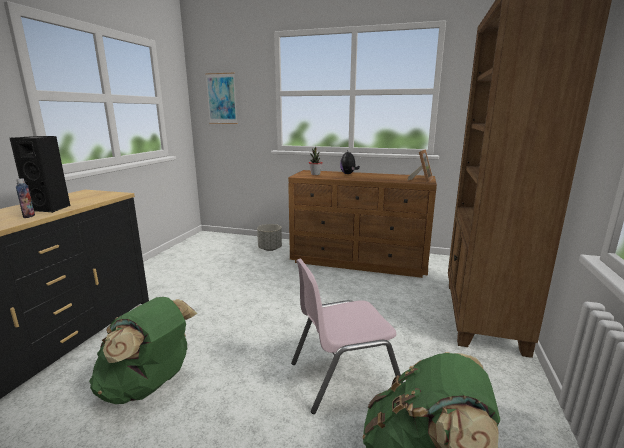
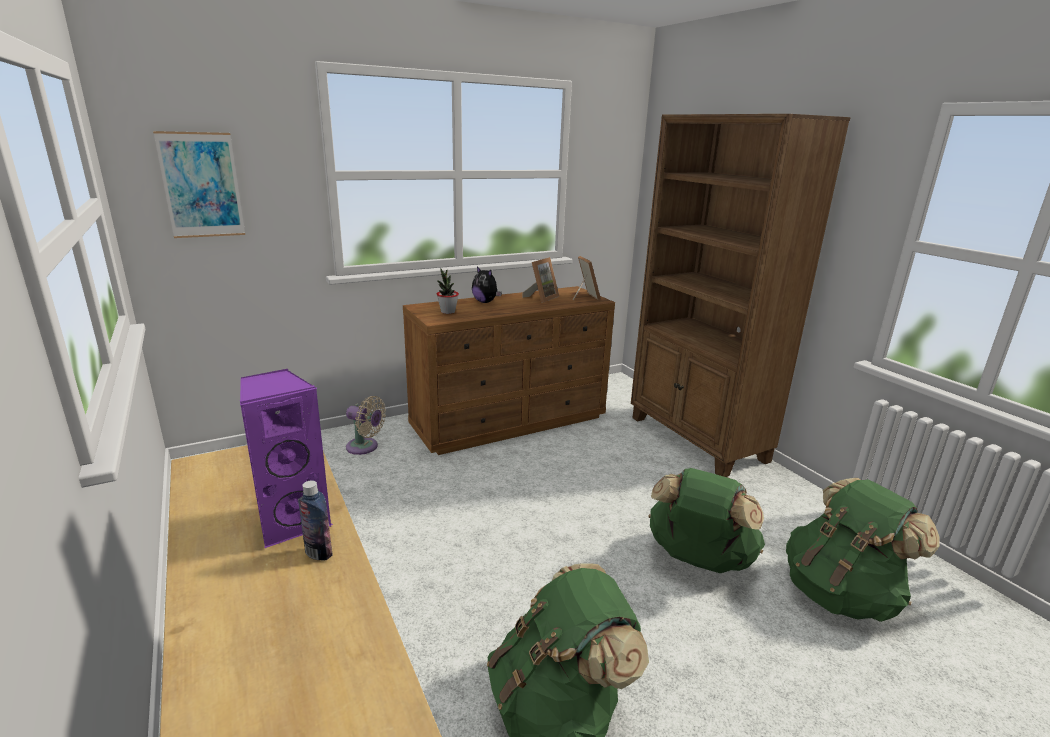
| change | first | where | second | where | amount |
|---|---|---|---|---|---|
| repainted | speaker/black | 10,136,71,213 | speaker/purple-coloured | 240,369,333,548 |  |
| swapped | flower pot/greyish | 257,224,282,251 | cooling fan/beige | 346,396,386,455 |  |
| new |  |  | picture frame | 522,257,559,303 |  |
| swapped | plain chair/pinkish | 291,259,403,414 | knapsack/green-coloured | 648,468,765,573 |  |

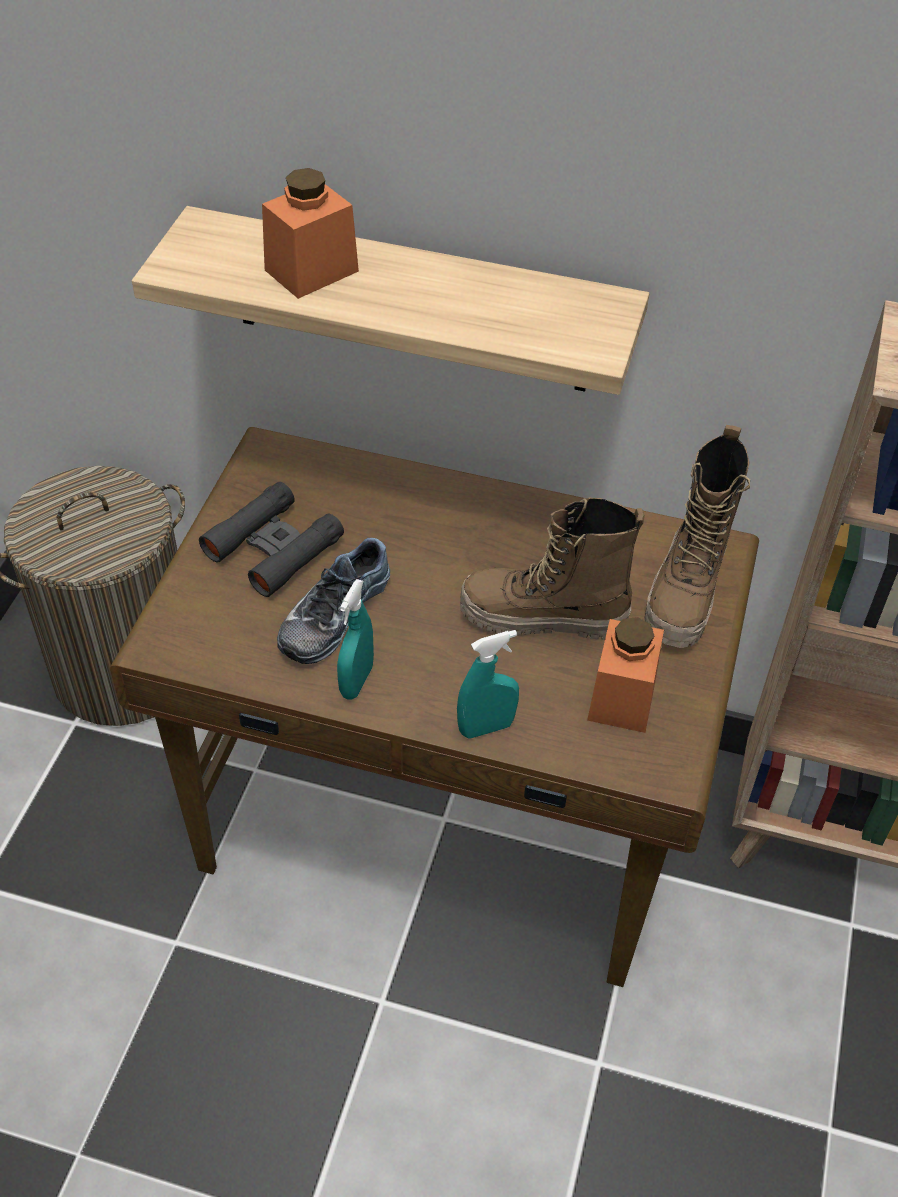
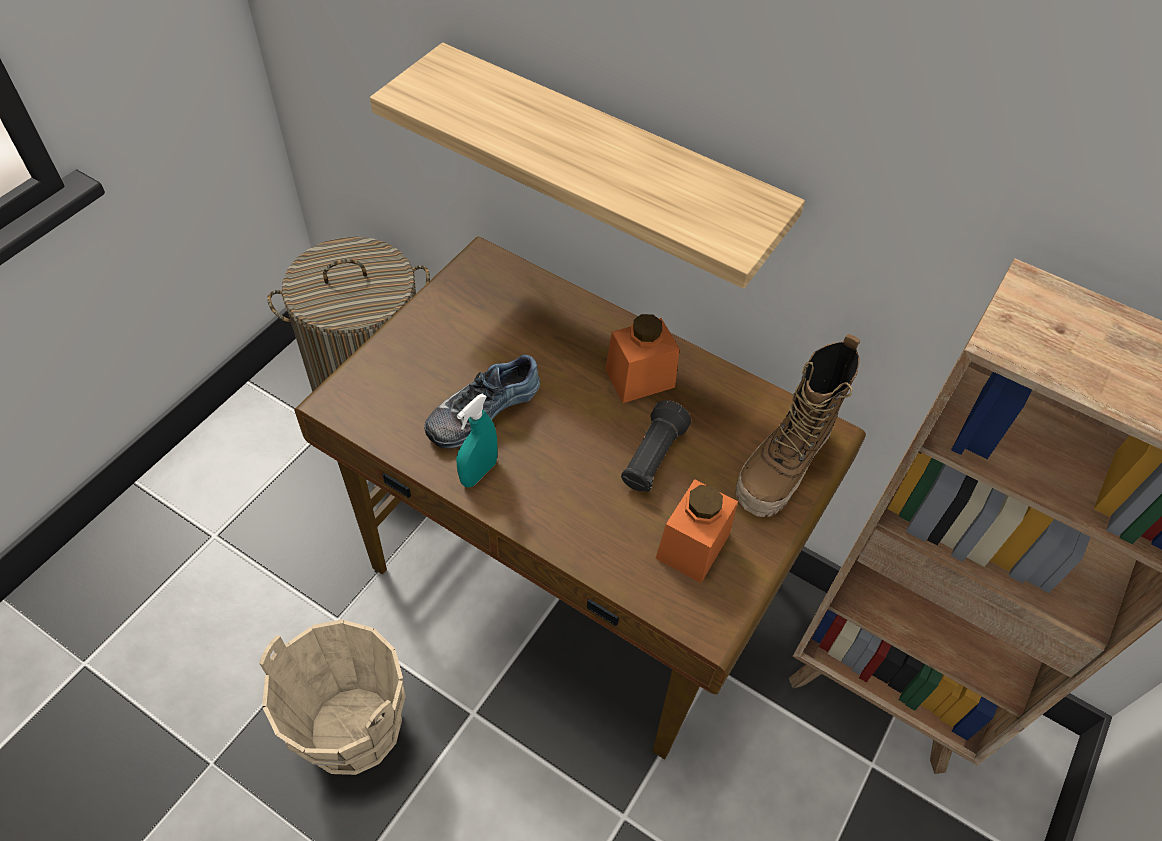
| change | first | where | second | where | amount |
|---|---|---|---|---|---|
| new |  |  | pail/beige | 259,619,406,775 |  |
| shifted | preserve jar/orange | 262,168,359,299 |  | 605,314,680,403 |  |
| swapped | high-top boot | 460,498,645,640 | hand torch/black | 621,400,691,492 |  |
| gone | binoculars/black | 199,482,344,597 |  |  |  |
| gone | sprayer/blue-green | 457,630,519,738 |  |  |  |

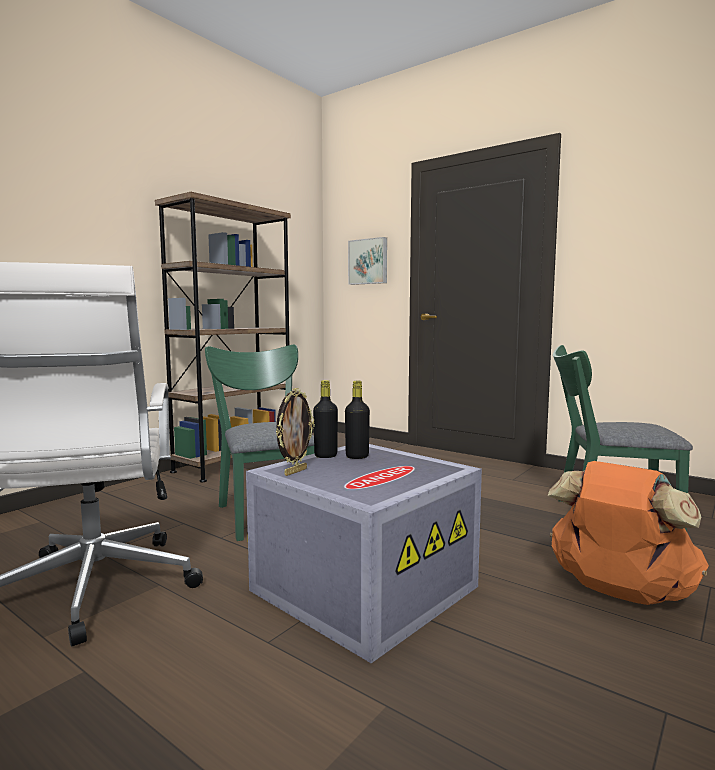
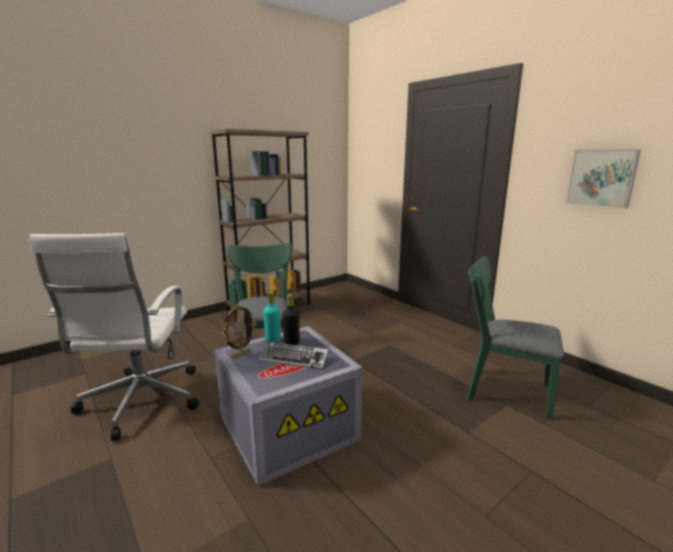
| change | first | where | second | where | amount |
|---|---|---|---|---|---|
| new |  |  | computer keyboard | 259,342,328,369 |  |
| repainted | beverage bottle/black | 313,380,338,458 | beverage bottle/blue-green | 263,292,281,342 |  |
| shifted | picture | 348,237,387,285 |  | 566,150,641,209 |  |
| gone | knapsack/orange | 548,461,709,605 |  |  |  |

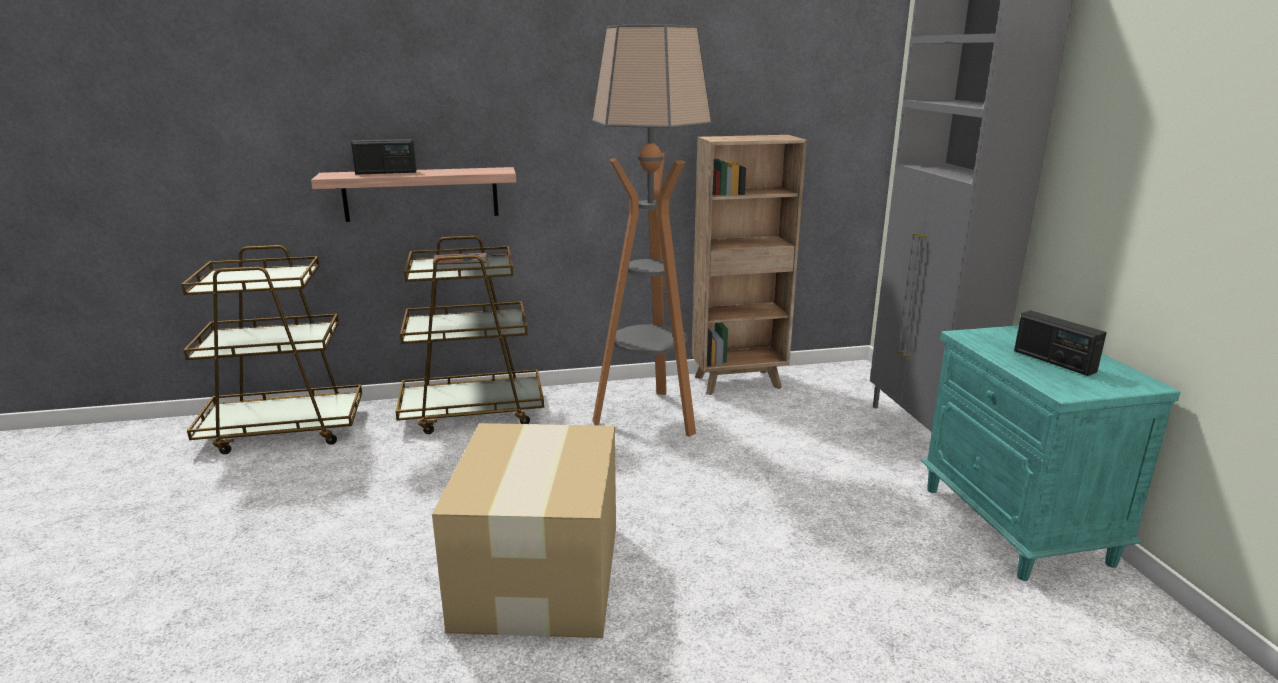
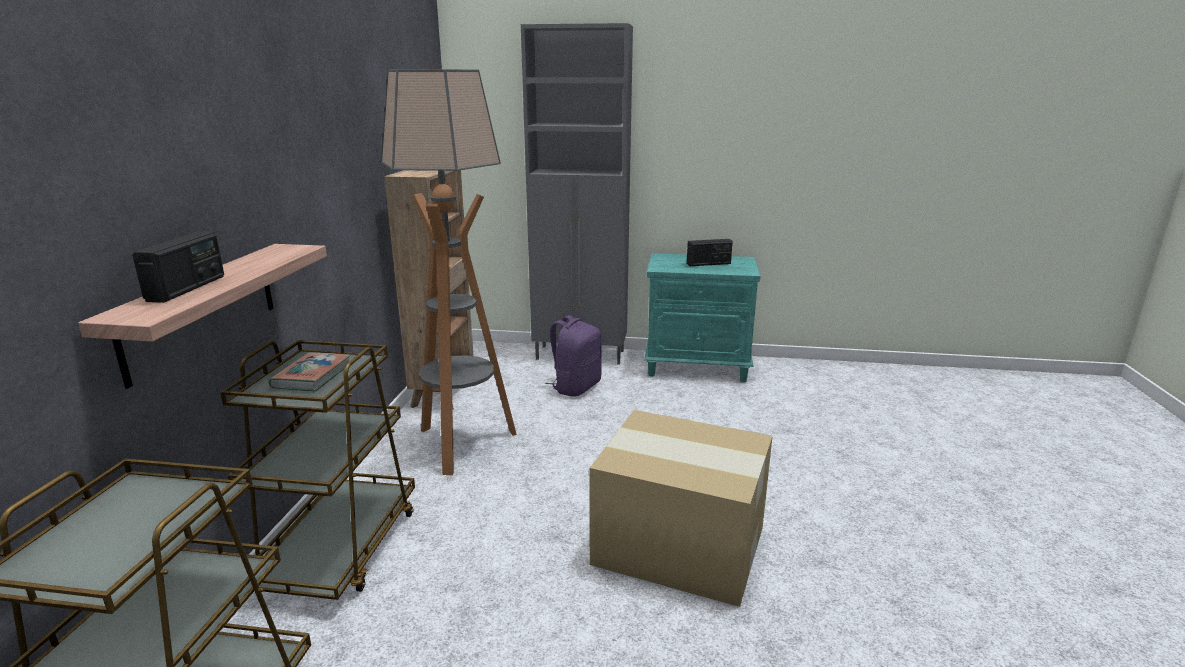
| change | first | where | second | where | amount |
|---|---|---|---|---|---|
| new |  |  | knapsack/purple-coloured | 545,315,602,397 |  |

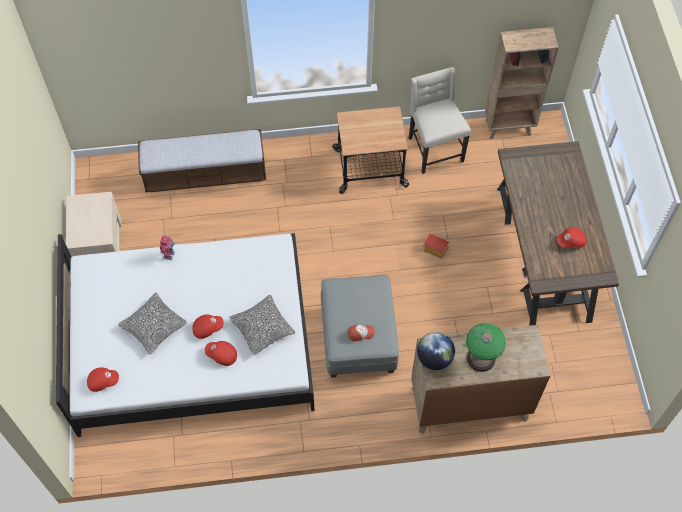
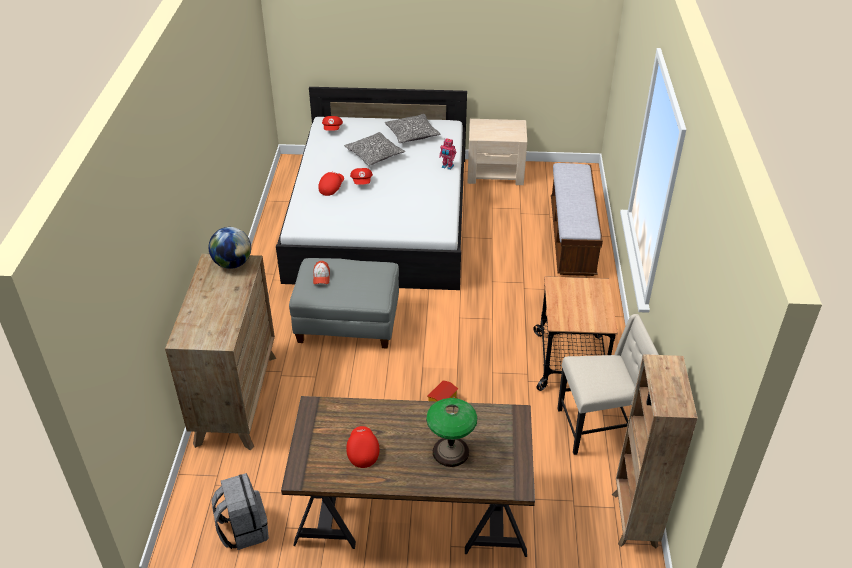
| change | first | where | second | where | amount |
|---|---|---|---|---|---|
| new |  |  | knapsack/greyish | 211,473,269,550 |  |
| shifted | pillow | 229,295,295,355 |  | 385,114,441,143 |  |
| shifted | table lamp | 466,323,506,372 |  | 426,398,477,467 |  |

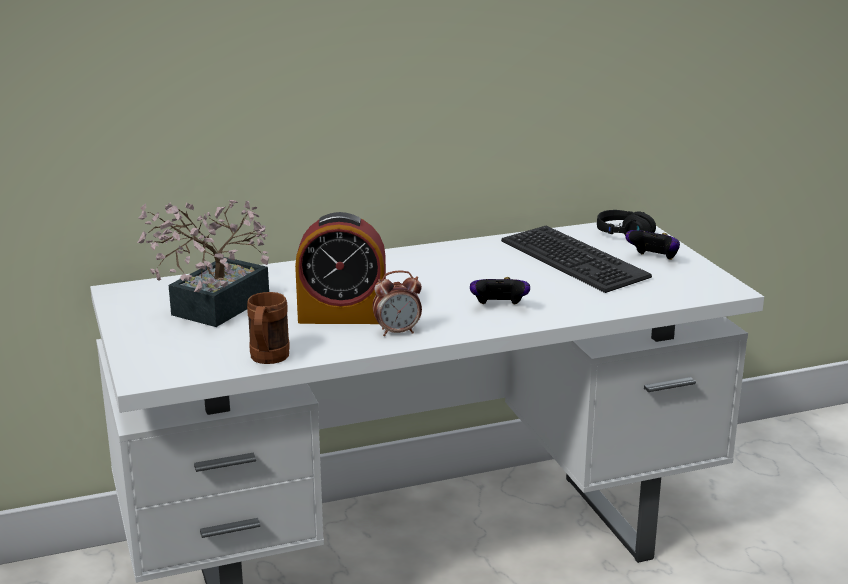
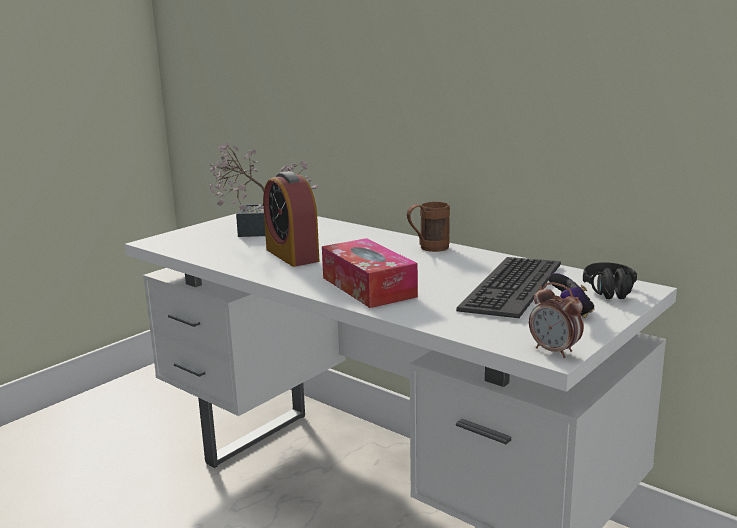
| change | first | where | second | where | amount |
|---|---|---|---|---|---|
| swapped | game controller | 470,277,530,305 | tissue holder | 322,238,418,308 |  |
| shifted | coffee mug/brown-coloured | 247,292,290,364 |  | 407,202,450,252 |  |
| shifted | table clock | 372,270,422,336 |  | 529,282,584,358 |  |

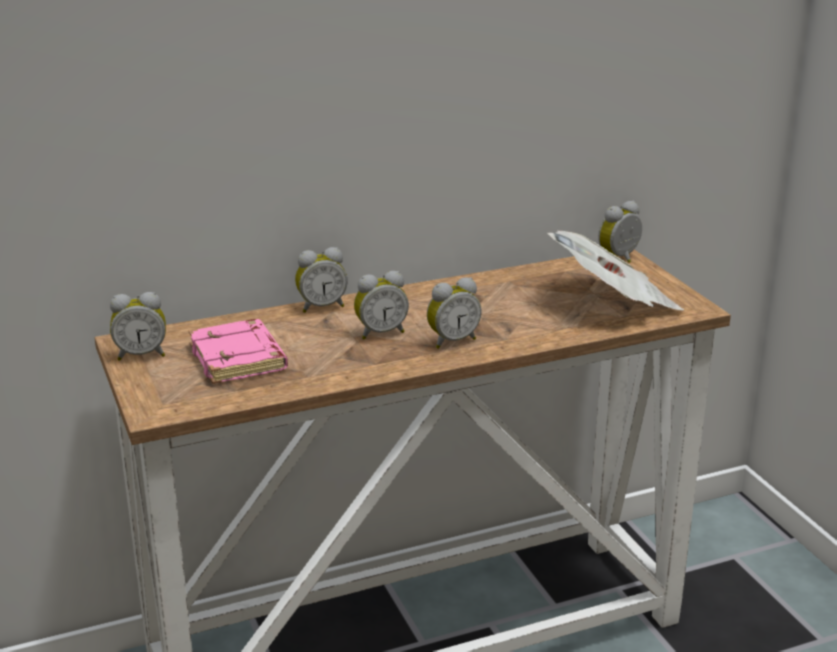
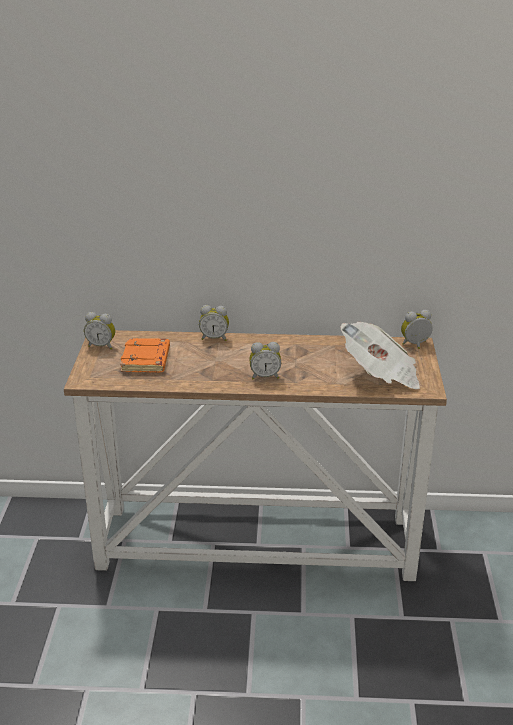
| change | first | where | second | where | amount |
|---|---|---|---|---|---|
| repainted | volume/pinkish | 189,319,288,384 | volume/orange | 120,338,170,372 |  |
| gone | table clock | 354,271,409,340 |  |  |  |

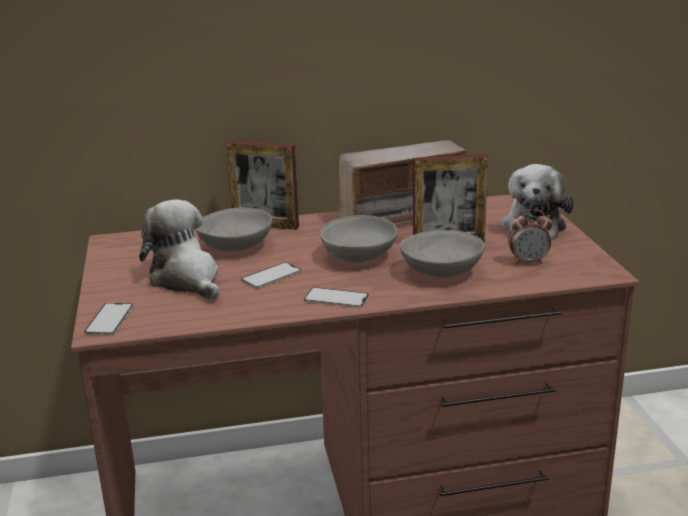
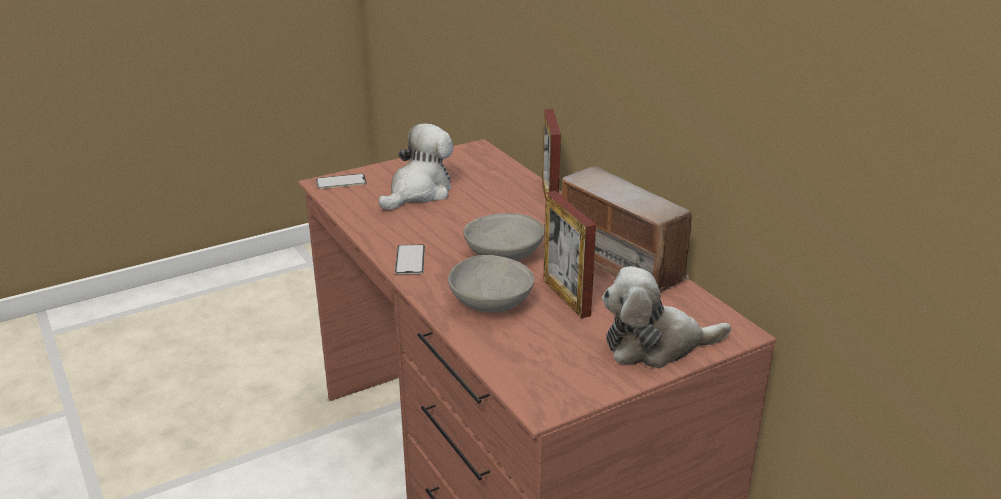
| change | first | where | second | where | amount |
|---|---|---|---|---|---|
| gone | deep dish/greyish | 196,208,272,251 |  |  |  |
| gone | telephone | 241,262,302,289 |  |  |  |
| gone | table clock | 508,209,552,265 |  |  |  |

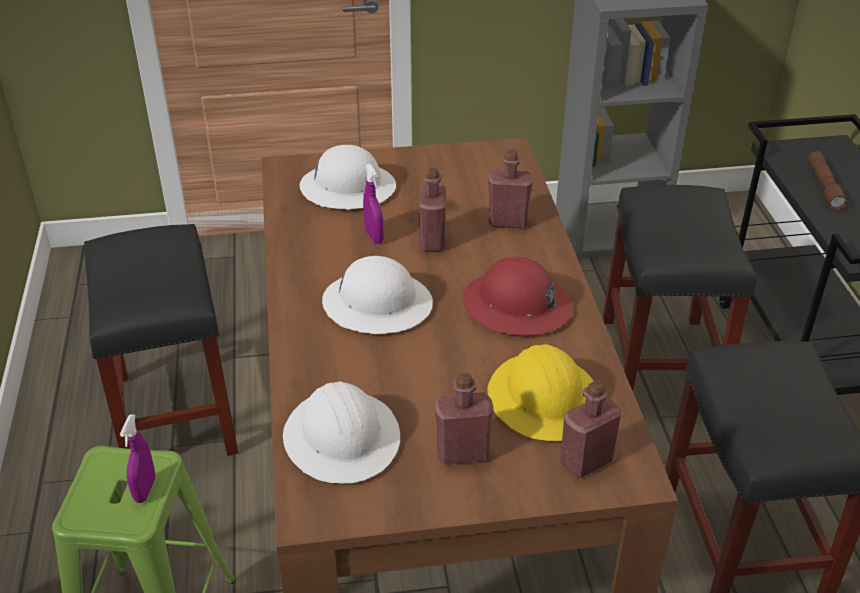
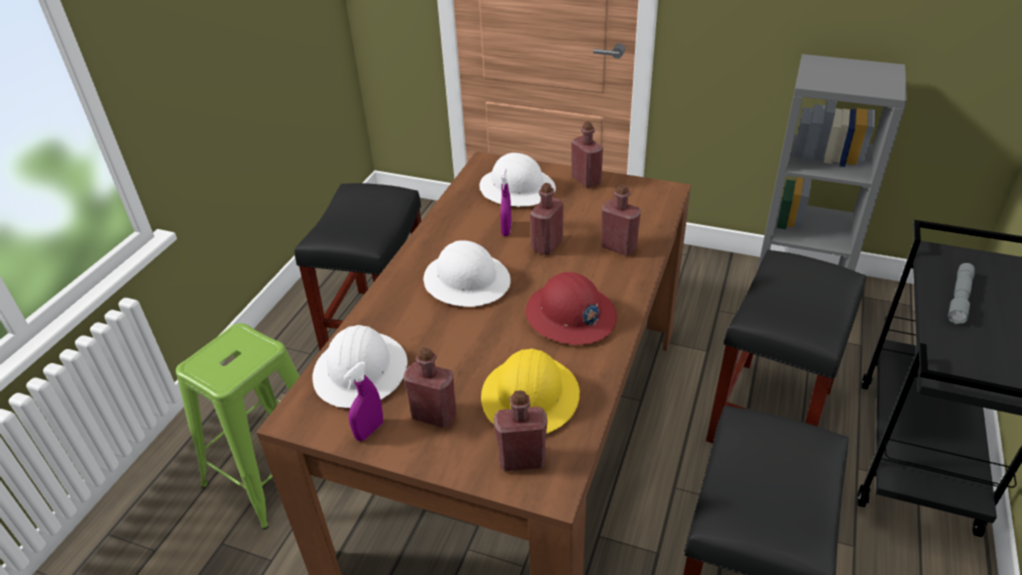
| change | first | where | second | where | amount |
|---|---|---|---|---|---|
| shifted | sprayer/purple-coloured | 120,414,155,503 |  | 343,362,383,441 |  |
| new |  |  | beverage bottle/red-coloured | 571,121,603,188 |  |
| repainted | hand torch/brown-coloured | 808,151,848,210 | hand torch/greyish | 948,263,975,325 |  |

